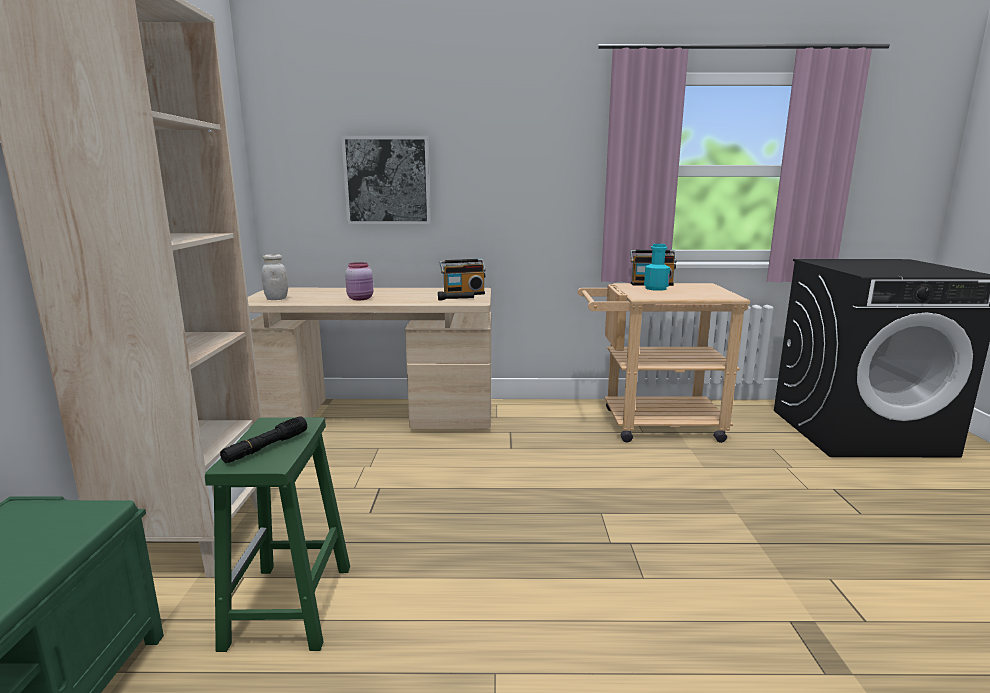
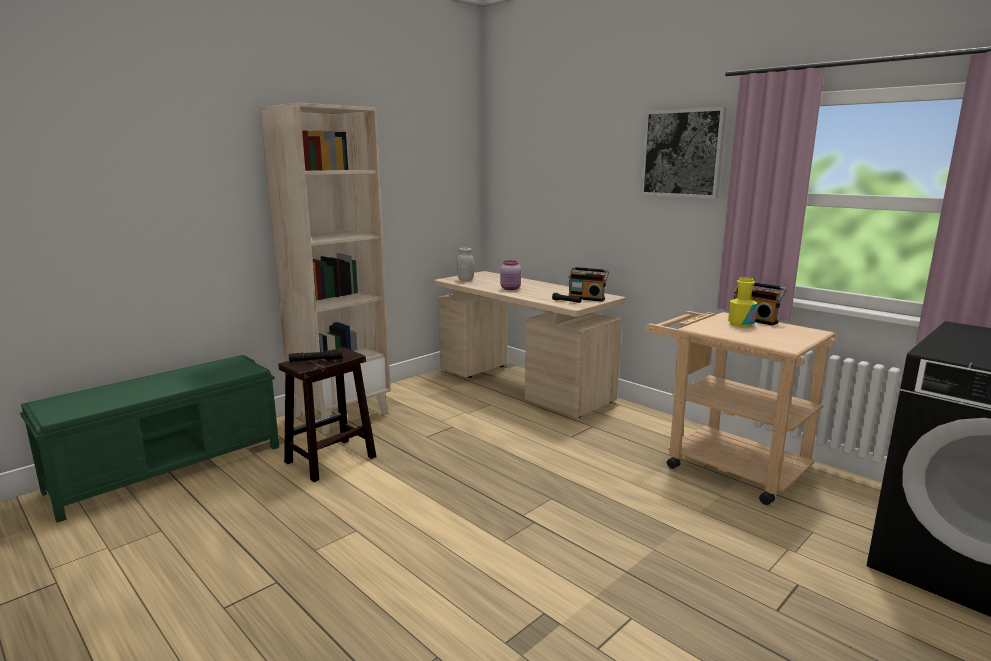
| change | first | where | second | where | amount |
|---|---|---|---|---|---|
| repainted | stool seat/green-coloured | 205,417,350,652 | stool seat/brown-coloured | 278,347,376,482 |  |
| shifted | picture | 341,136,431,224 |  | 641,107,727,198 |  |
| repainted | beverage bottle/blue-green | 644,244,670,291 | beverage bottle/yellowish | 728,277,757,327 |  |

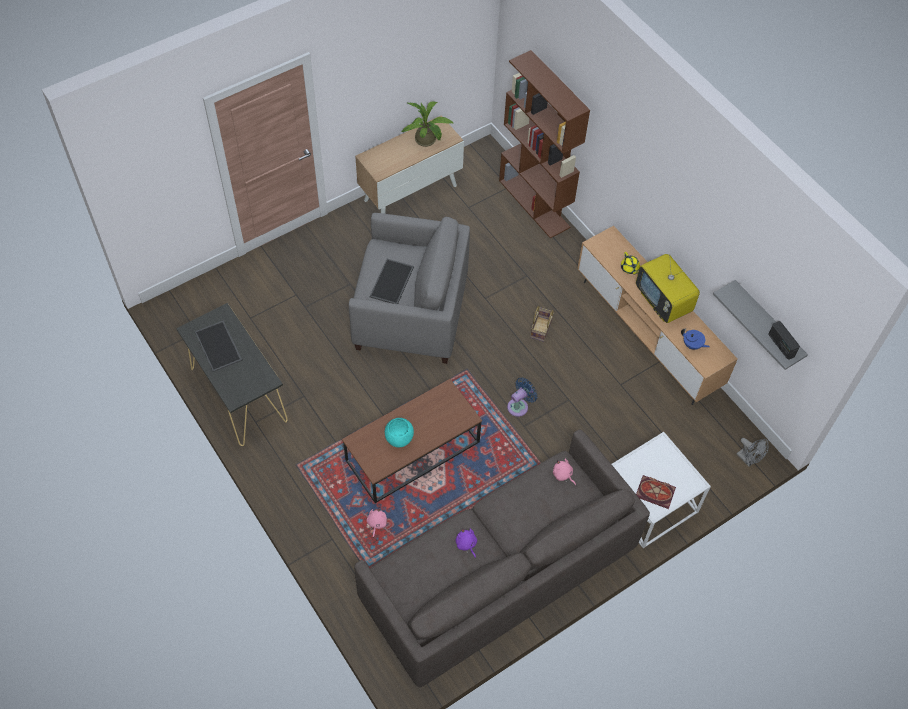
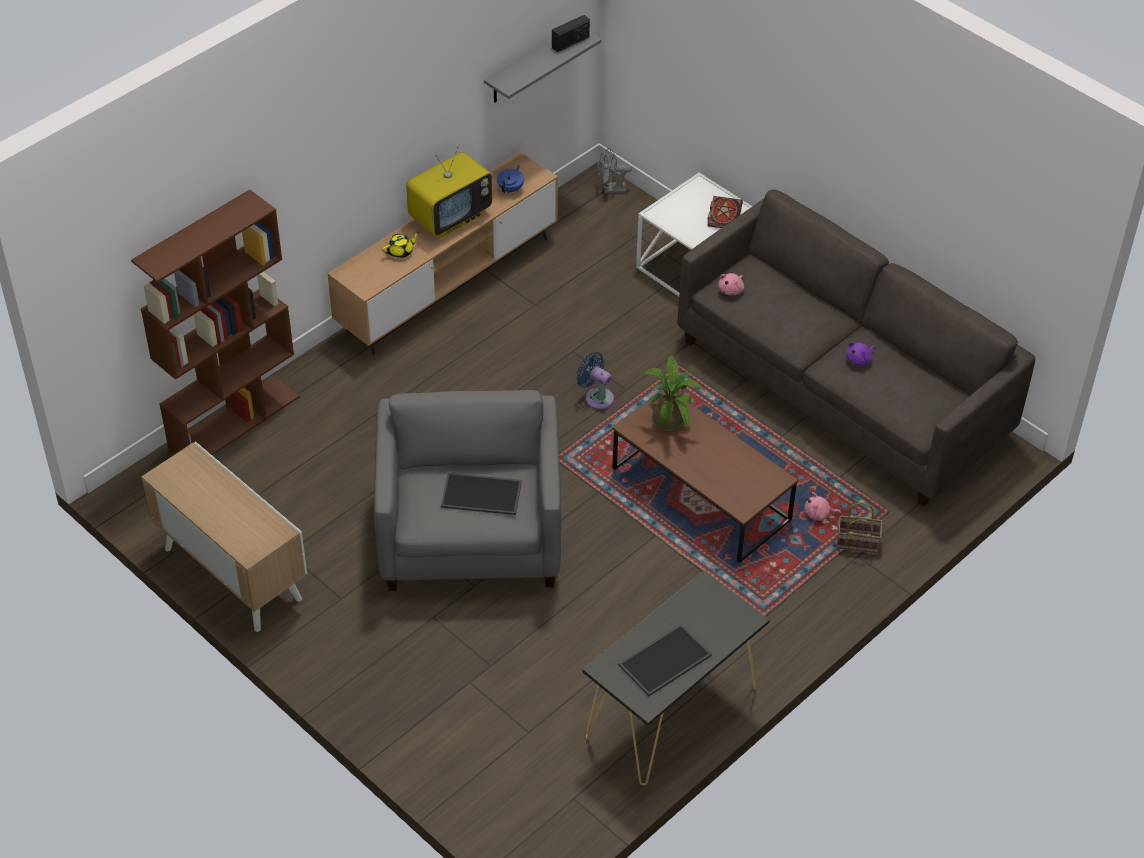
| change | first | where | second | where | amount |
|---|---|---|---|---|---|
| rotated | cooling fan/greyish | 737,438,769,467 |  | 597,148,632,193 | 135 degrees counterclockwise |
| shifted | plant in a pot | 401,101,454,147 |  | 642,355,704,432 |  |
| shifted | storage basket | 530,306,554,342 |  | 837,502,882,553 |  |
| gone | deep dish/blue-green | 385,418,414,447 |  |  |  |

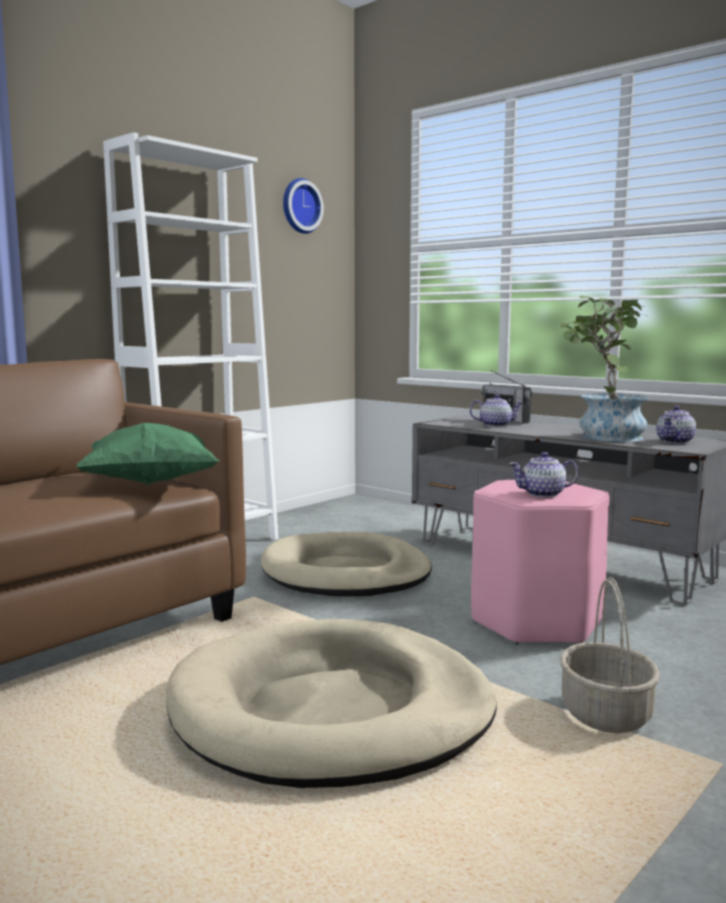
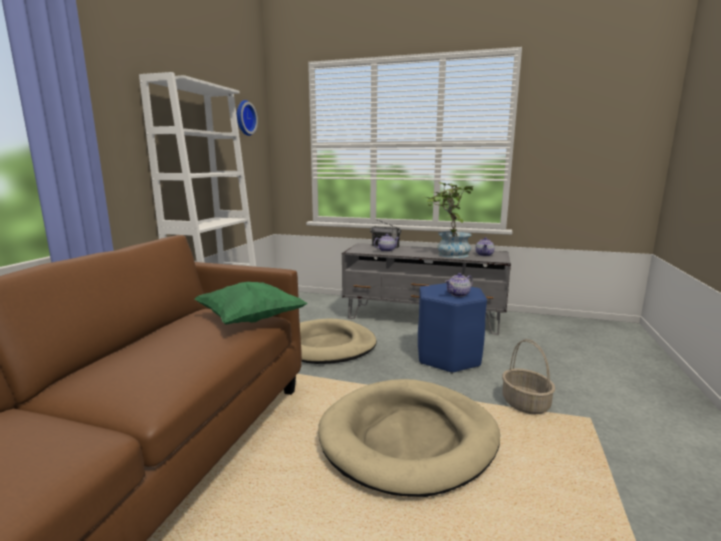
| change | first | where | second | where | amount |
|---|---|---|---|---|---|
| repainted | stool seat/pinkish | 471,480,610,645 | stool seat/blue | 418,283,487,374 |  |

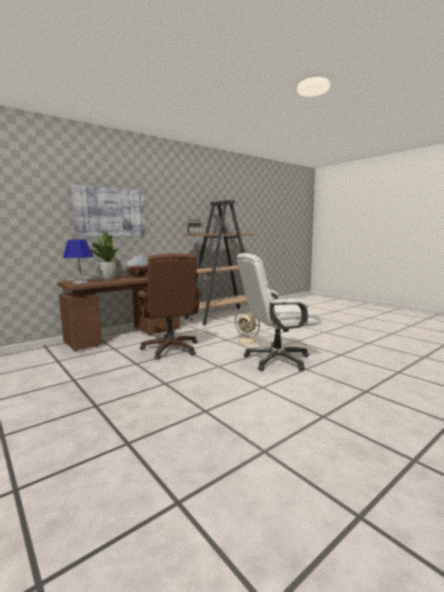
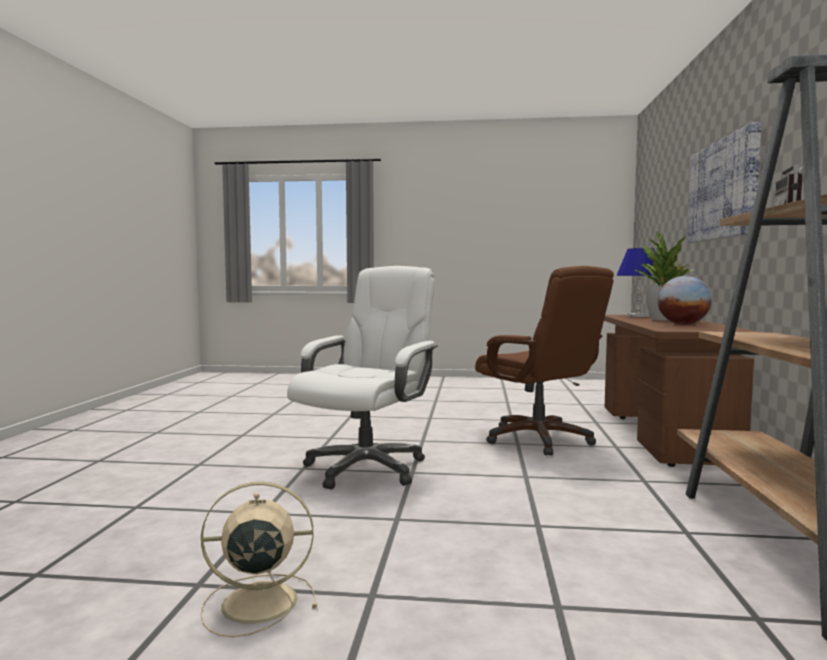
| change | first | where | second | where | amount |
|---|---|---|---|---|---|
| shifted | cooling fan/beige | 233,309,262,346 |  | 200,482,317,637 |  |
| rotated | computer chair/brown-coloured | 137,253,202,360 |  | 475,266,614,455 | 150 degrees counterclockwise |

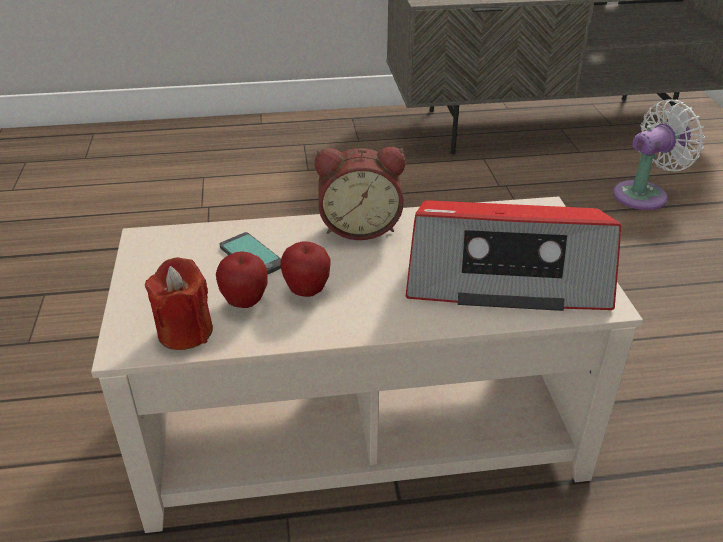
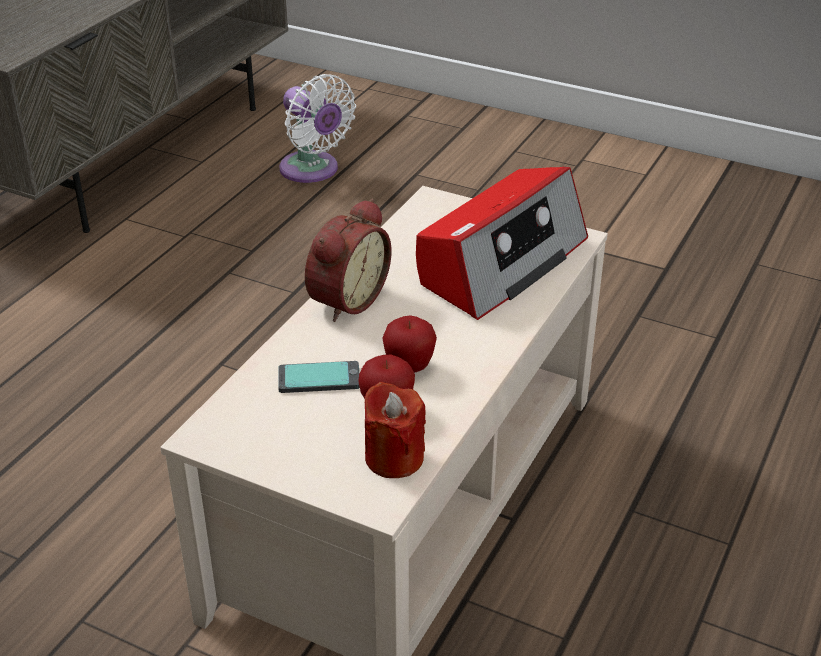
| change | first | where | second | where | amount |
|---|---|---|---|---|---|
| rotated | cooling fan/white-coloured | 613,100,705,210 |  | 279,74,356,183 | 135 degrees clockwise |

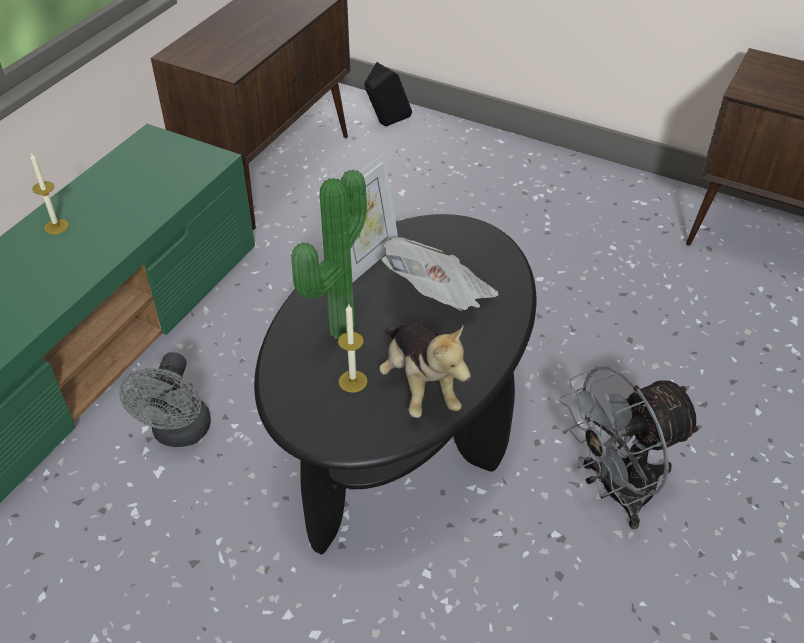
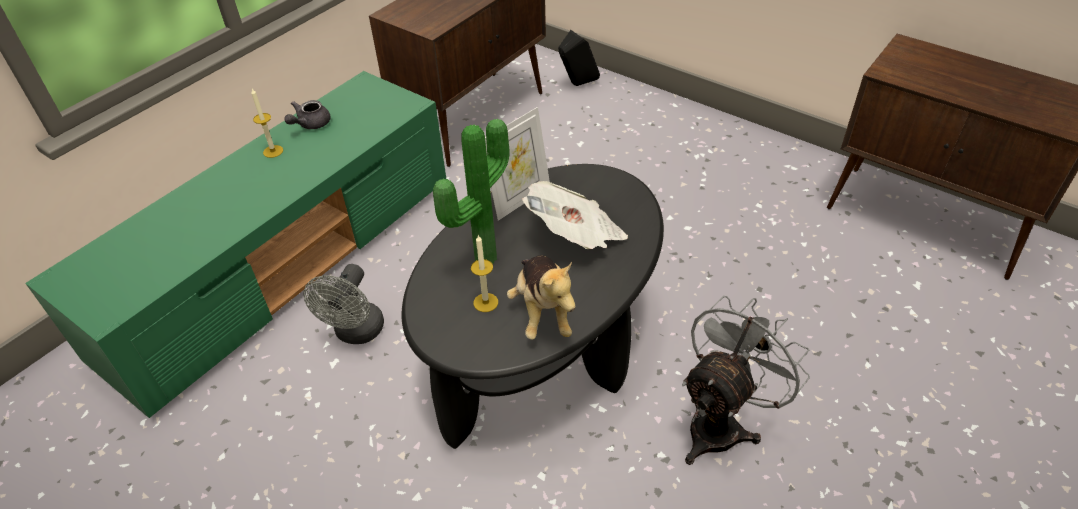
| change | first | where | second | where | amount |
|---|---|---|---|---|---|
| new |  |  | teapot/greyish | 284,100,331,129 |  |
| rotated | cooling fan/greyish | 559,366,702,529 |  | 682,296,810,465 | 150 degrees clockwise |

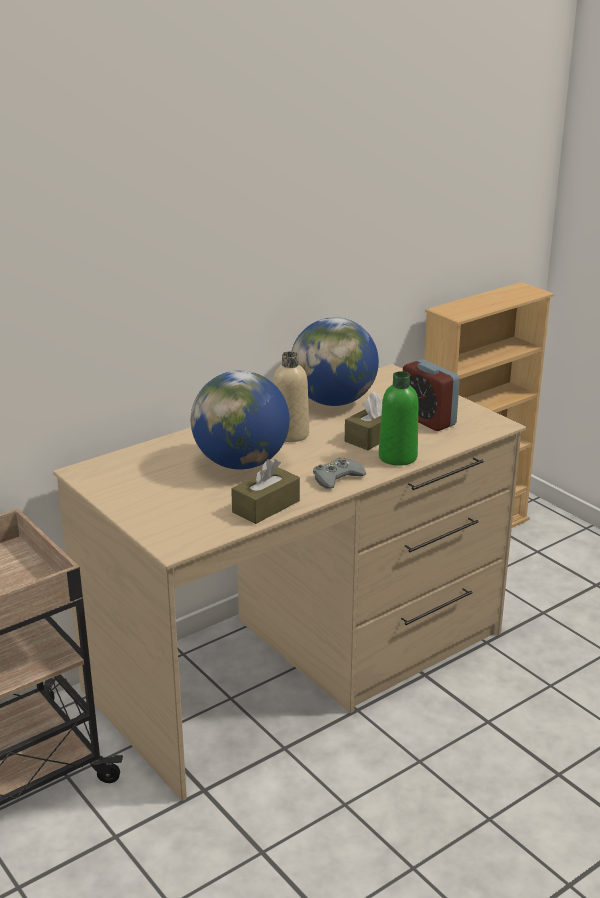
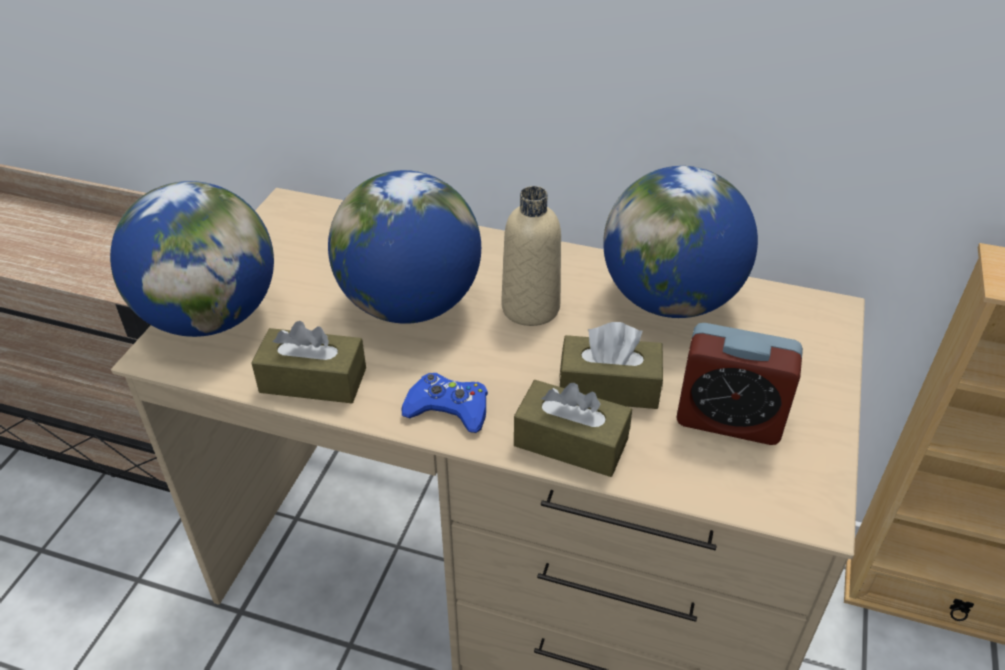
| change | first | where | second | where | amount |
|---|---|---|---|---|---|
| new |  |  | desk globe | 110,181,274,337 |  |
| repainted | game controller/greyish | 313,458,366,489 | game controller/blue | 401,373,488,433 |  |
| swapped | beverage bottle/green-coloured | 379,371,418,466 | tissue holder/brown-coloured | 514,380,632,477 |  |
| rotated | table clock | 403,359,460,431 |  | 676,323,803,445 | 90 degrees counterclockwise |

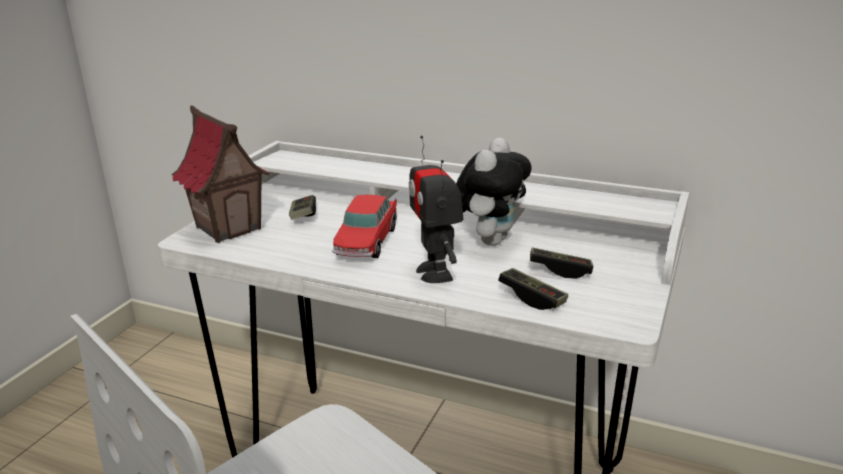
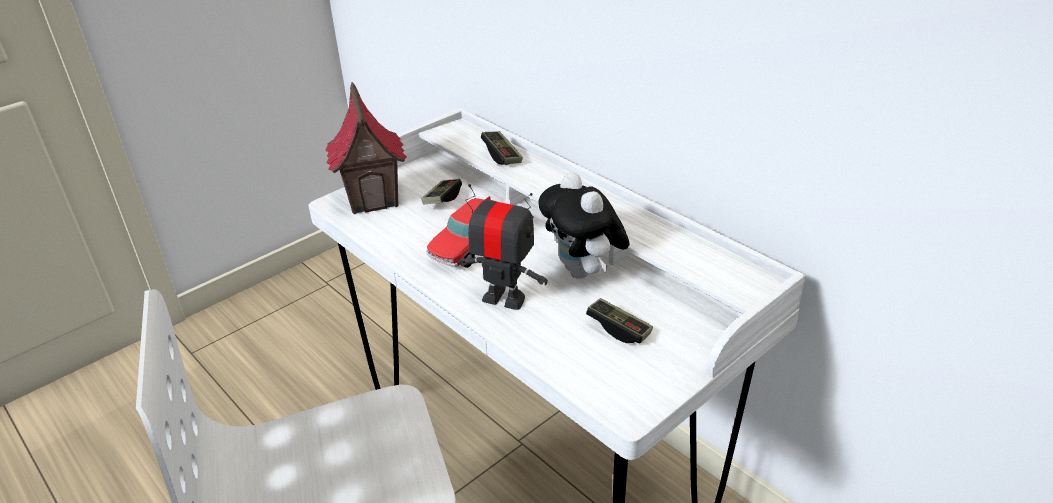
| change | first | where | second | where | amount |
|---|---|---|---|---|---|
| rotated | robot figure | 409,136,464,283 |  | 457,184,548,310 | 105 degrees clockwise |
| shifted | game controller | 498,268,568,310 |  | 481,131,523,165 |  |
| rotated | cuddly toy | 456,138,532,246 |  | 538,172,629,279 | 105 degrees clockwise |

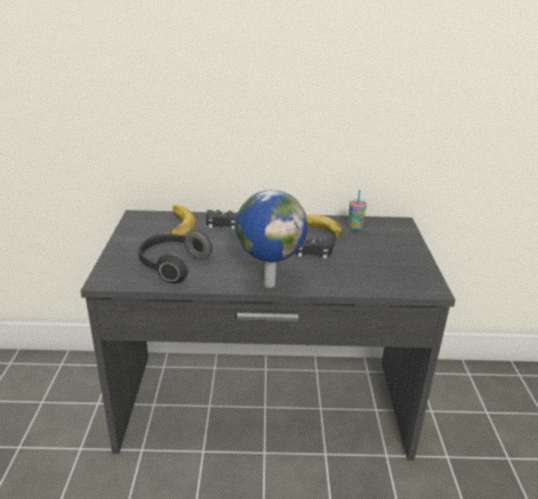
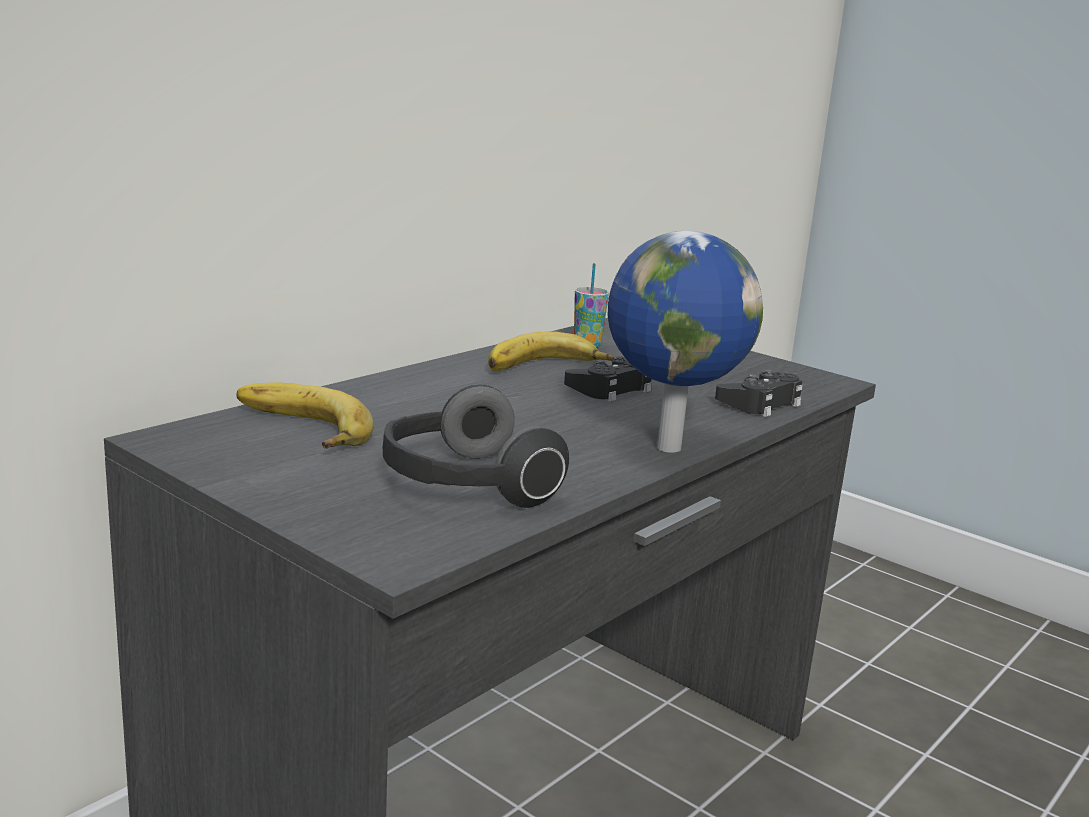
| change | first | where | second | where | amount |
|---|---|---|---|---|---|
| shifted | game controller/black | 206,210,238,229 |  | 715,370,803,417 |  |

